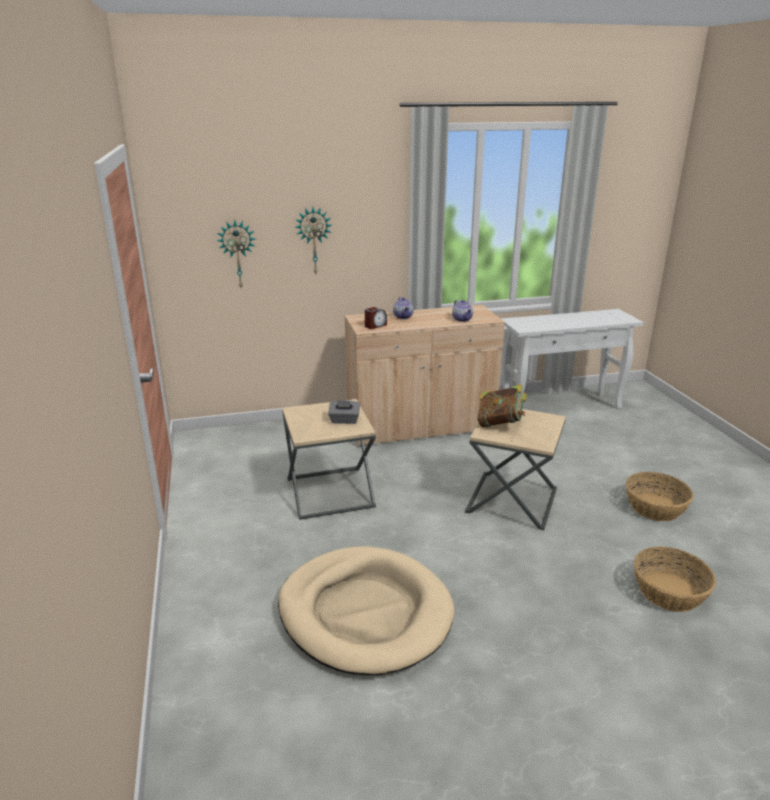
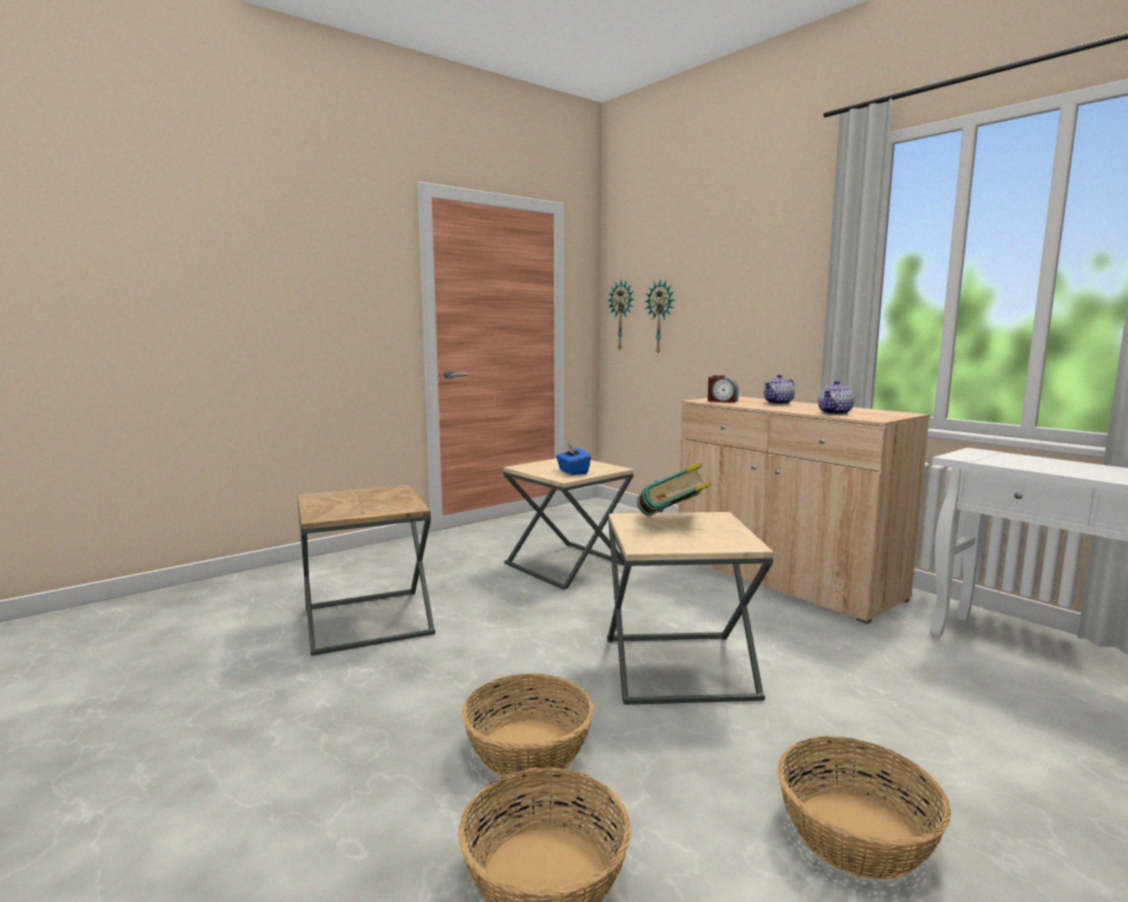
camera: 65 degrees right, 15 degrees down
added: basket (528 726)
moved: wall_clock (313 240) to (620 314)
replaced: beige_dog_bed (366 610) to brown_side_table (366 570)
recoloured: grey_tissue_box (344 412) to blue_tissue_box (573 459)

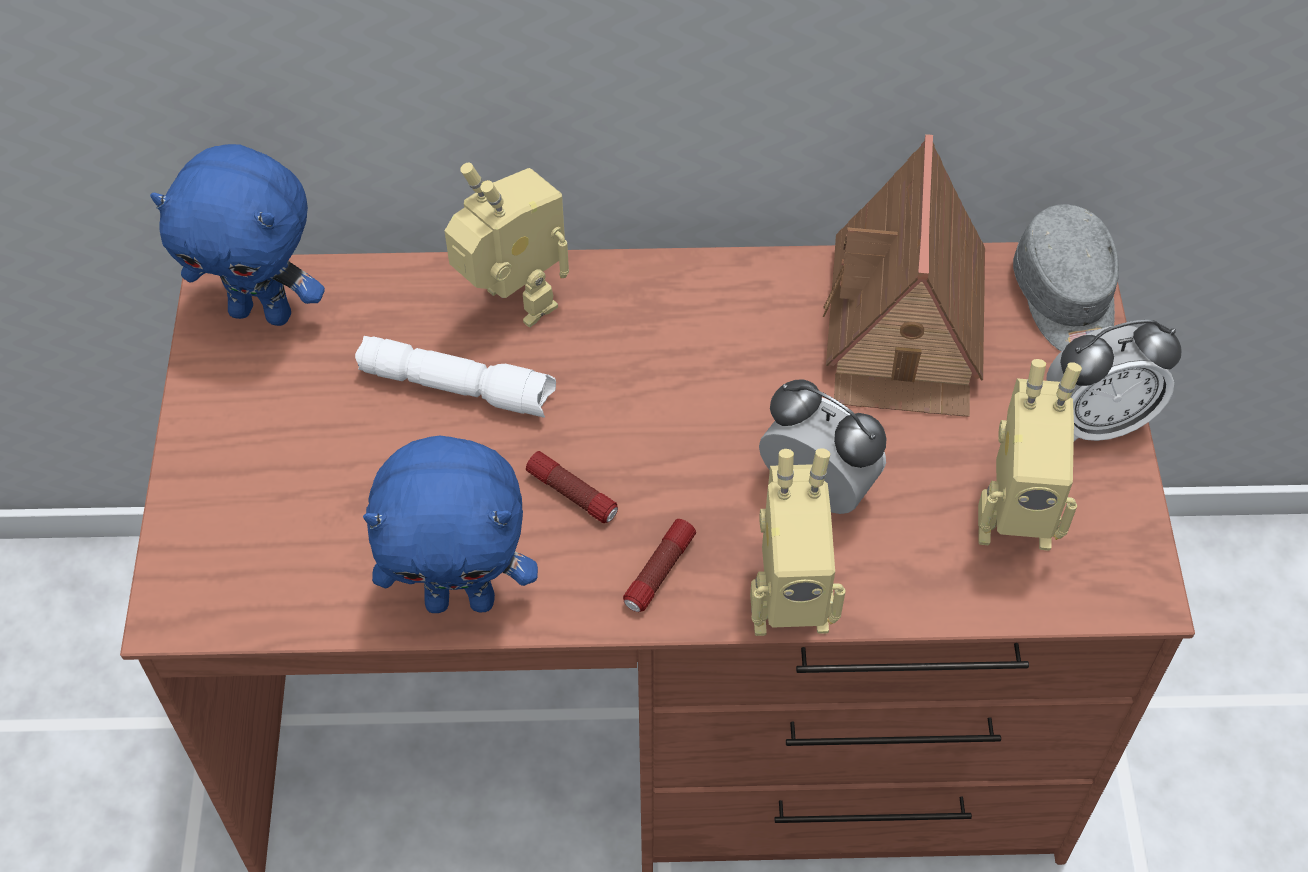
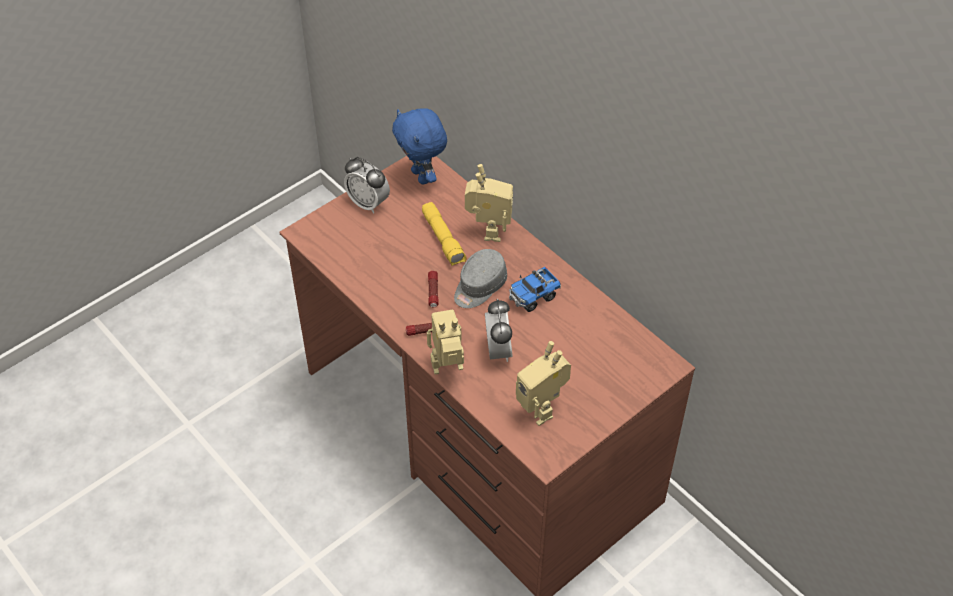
camera: 50 degrees right, 5 degrees down
removed: blue_plush_toy (450 524); toy_house (904 275)
added: toy_truck (535 289)
moved: grey_cap (1066 277) to (480 278); alarm_clock (1114 380) to (367 185)
recoloured: white_flashlight (455 377) to yellow_flashlight (444 234)
turned: toy_robot (798 542) = (445 342) 120 degrees clockwise

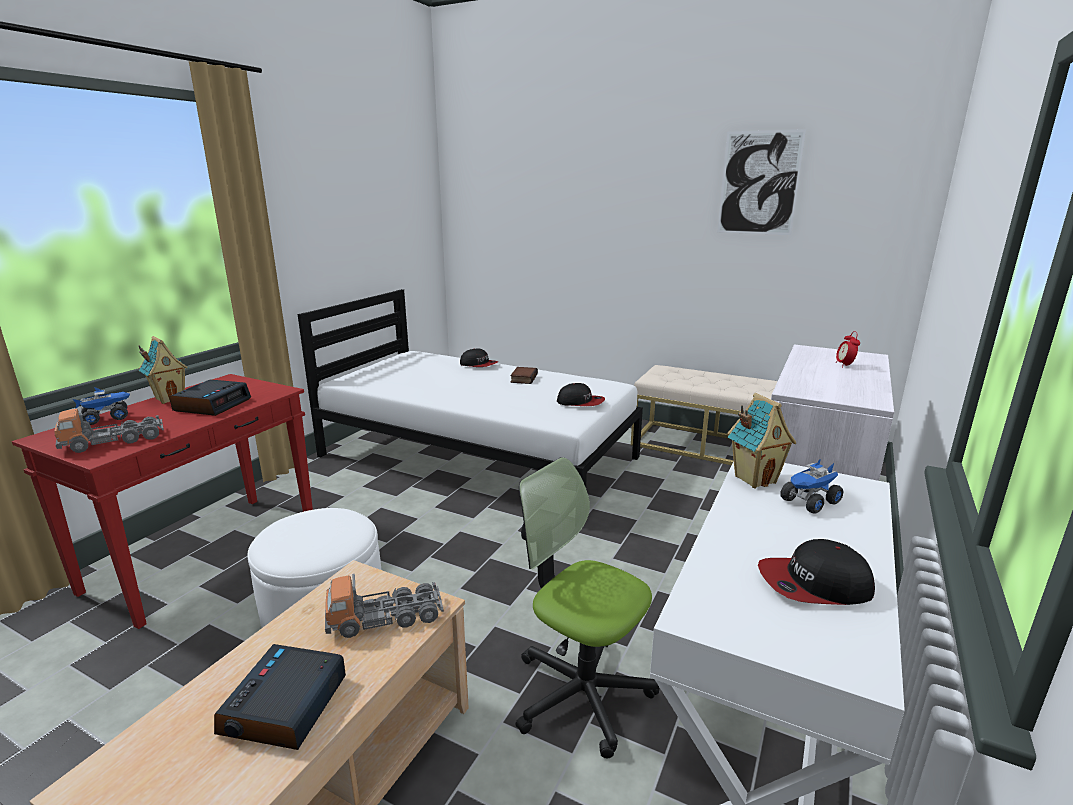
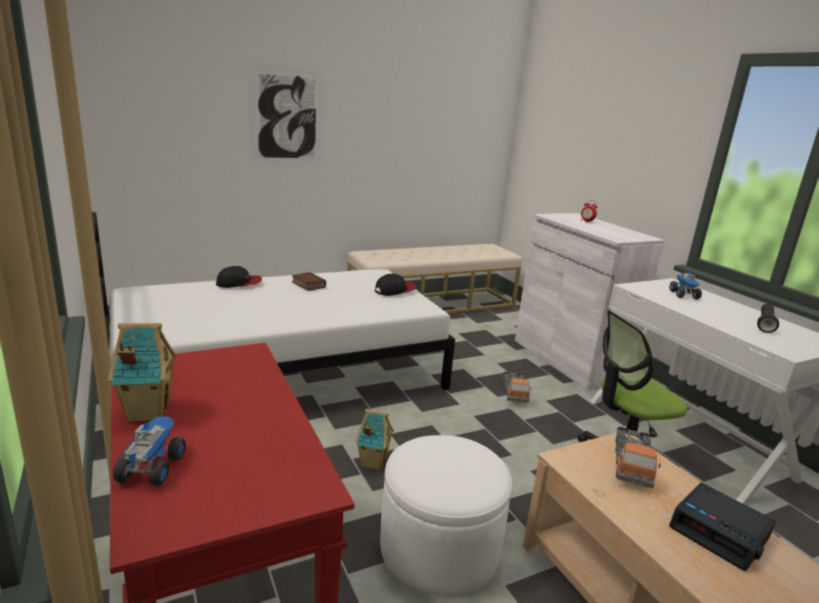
camera: 55 degrees left, 0 degrees up
removed: alarm_clock (210 398)
moved: toy_truck (109 430) to (517 386); picture (761 182) to (286 115); toy_house (762 441) to (374 439)
replaced: cap (816 572) to black_flashlight (768 318)

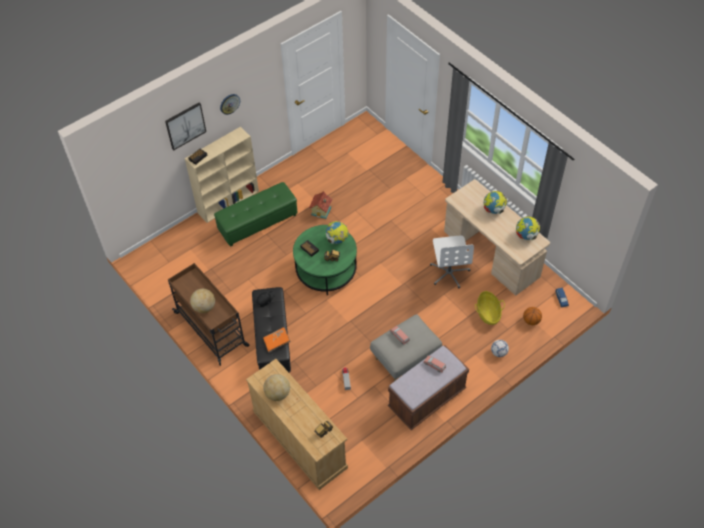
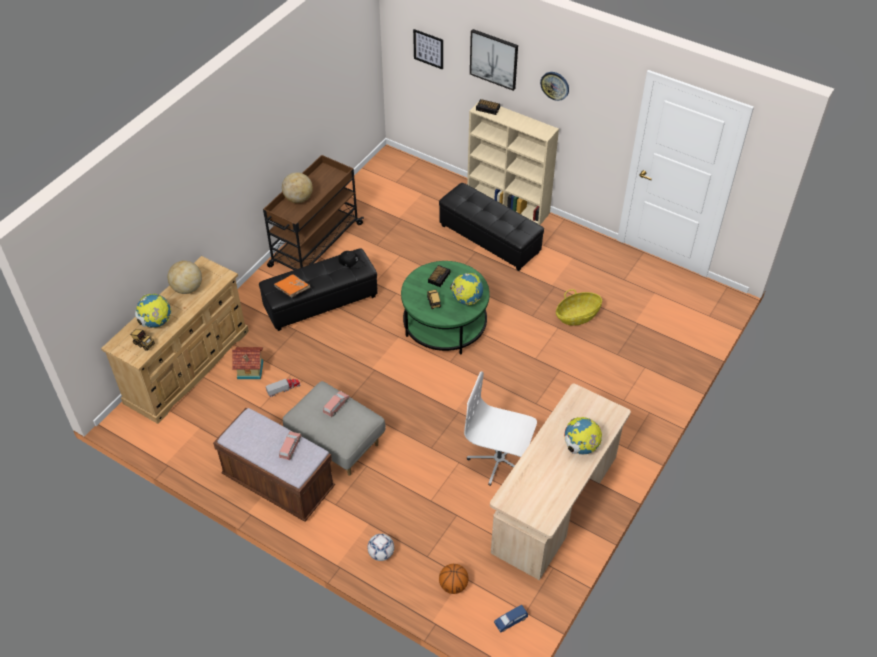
camera: 70 degrees right, 5 degrees down
added: picture (428 49)
moved: toy_house (320 205) to (247 363); basket (490 308) to (579 307); globe (528 228) to (153 311)
recoloured: green_ottoman (255 214) to black_ottoman (491 227)
turned: white_office_chair (452 261) = (500 428) 45 degrees clockwise

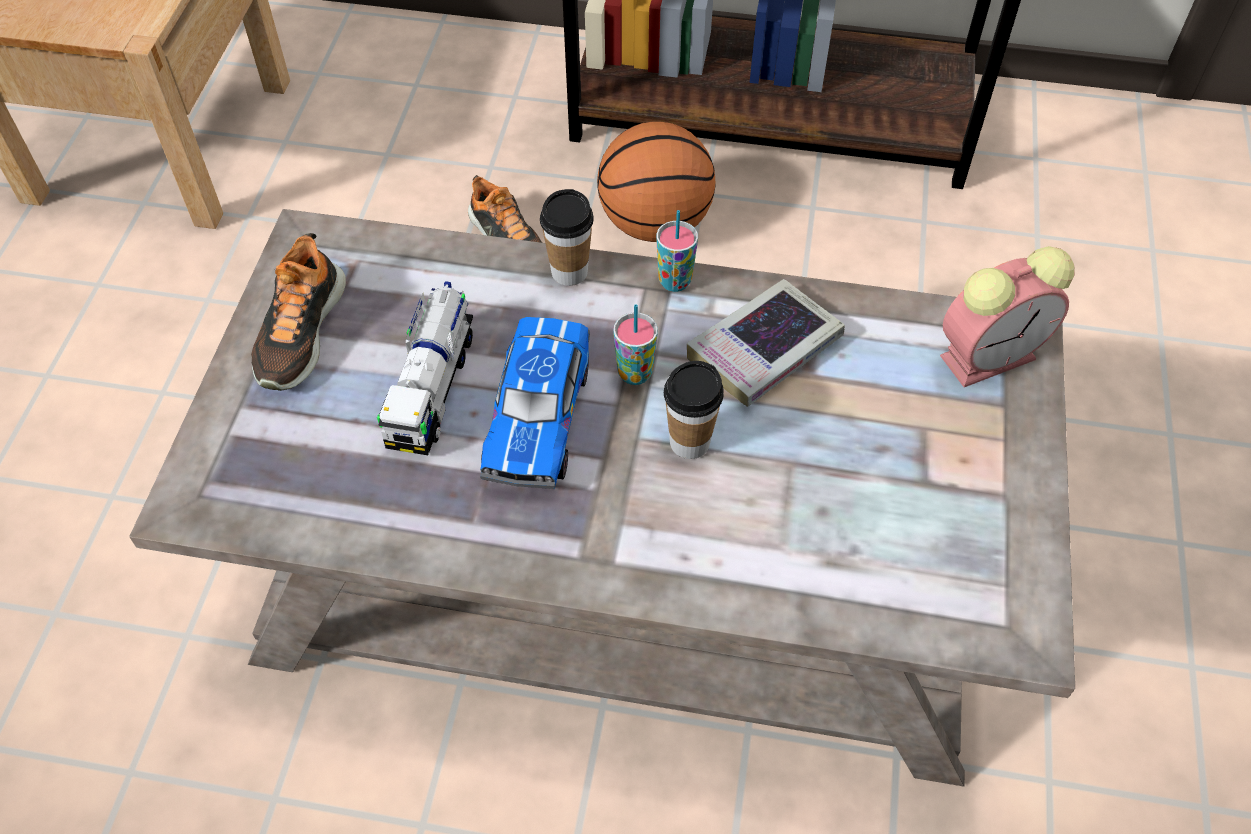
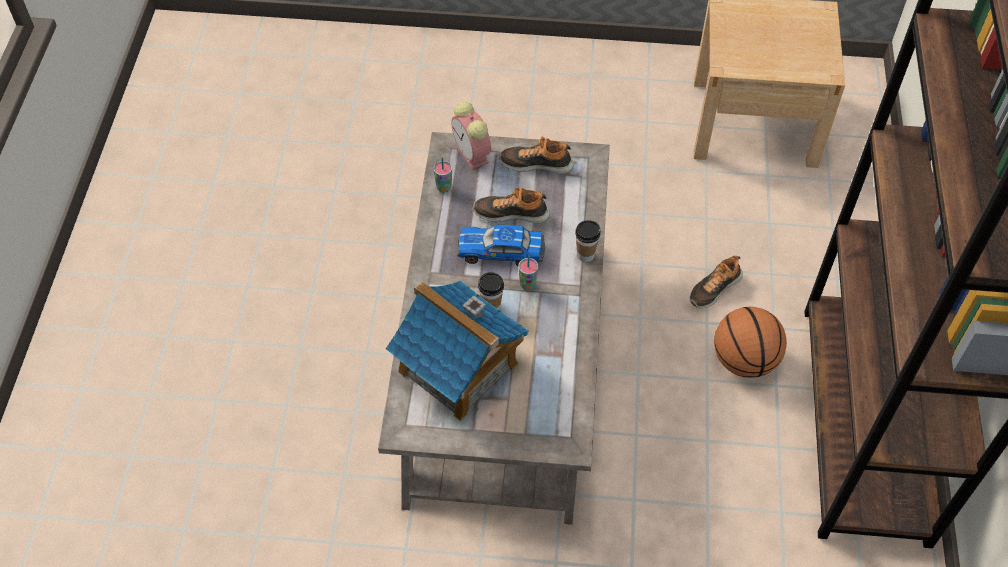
camera: 85 degrees right, 0 degrees up
removed: book (766 343)
added: toy_house (457 351)
moved: cup (677 251) to (442 175); alarm_clock (1007 316) to (471 135)
replaced: toy_truck (425 368) to shoe (511 204)

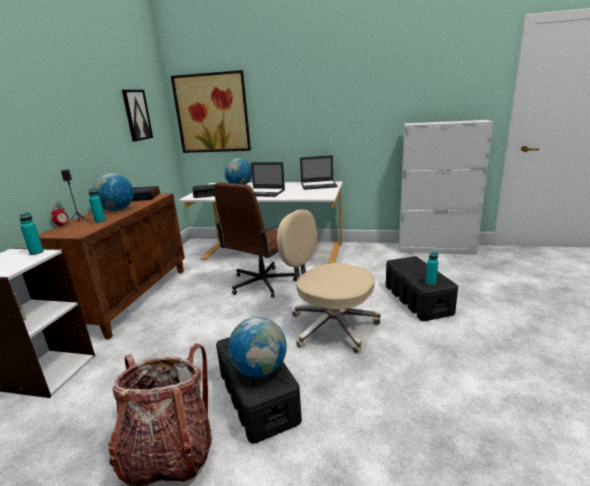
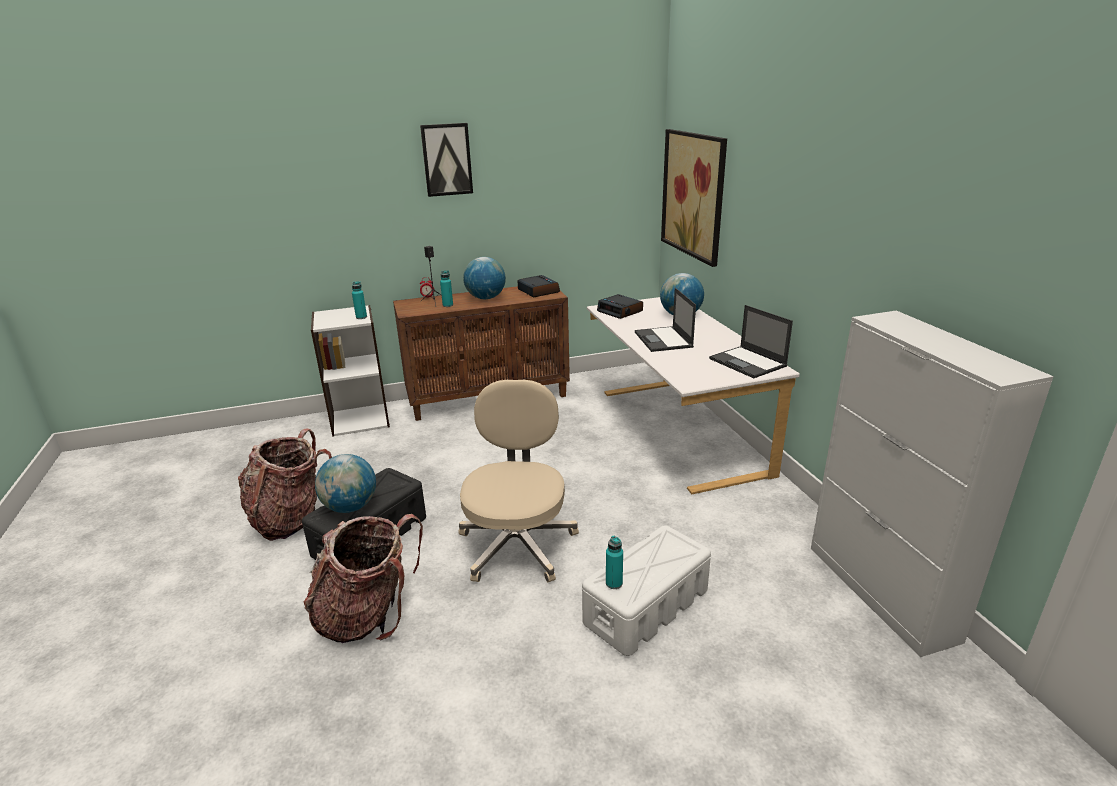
camera: 60 degrees right, 5 degrees up
removed: brown_office_chair (255 240)
added: backpack (363 578)
moved: picture (137 115) to (446 160)
recoloured: black_storage_box (422 288) to white_storage_box (646 590)

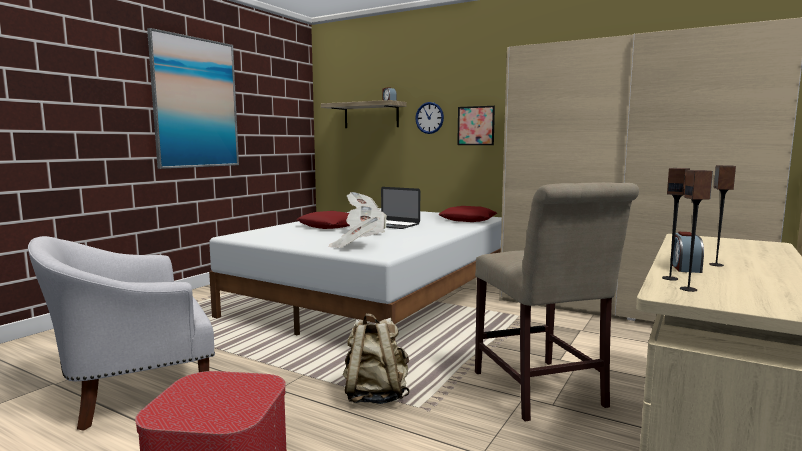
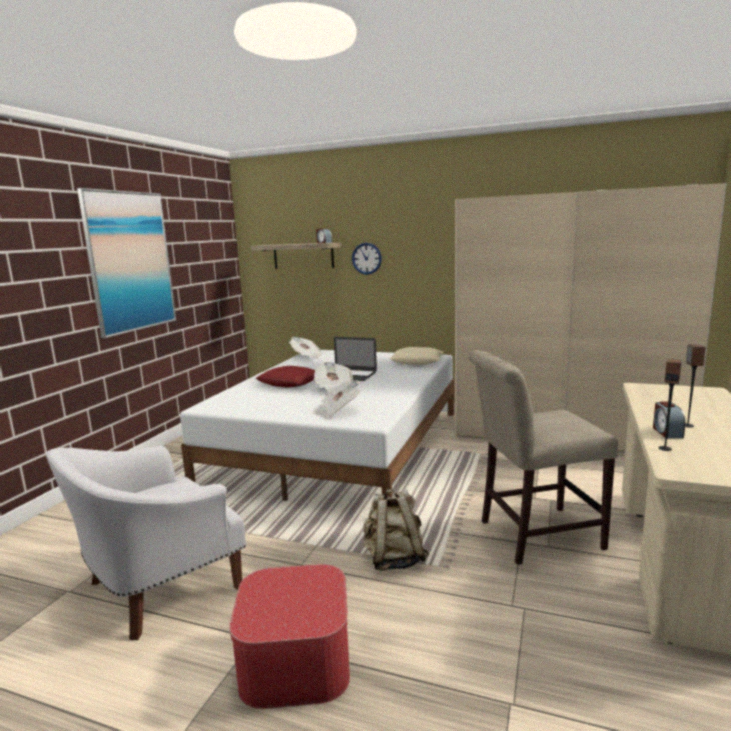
camera: 10 degrees left, 5 degrees up
removed: picture (476 125); speaker (696 231)
recoloured: red_pillow (467 214) to beige_pillow (417 356)
turned: beige_chair (557 302) = (543 457) 105 degrees clockwise

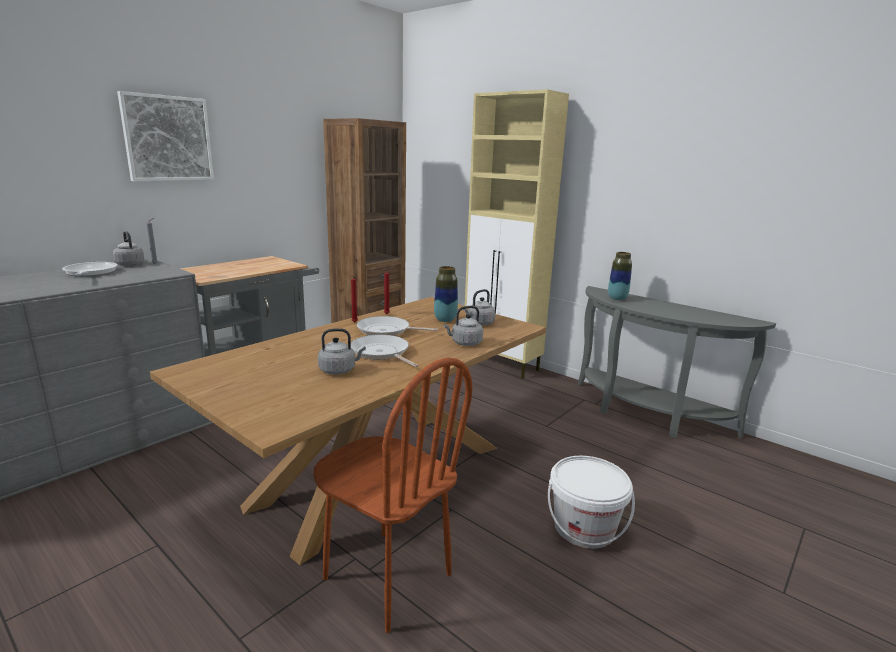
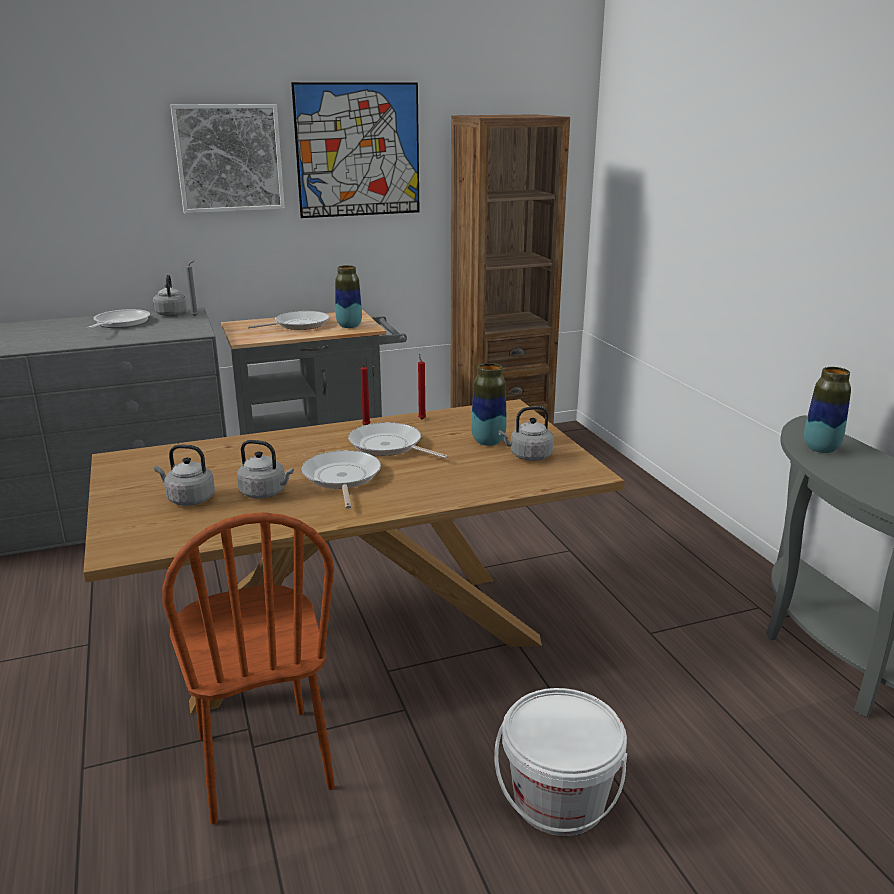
camera: 30 degrees right, 5 degrees up
removed: beige_cabinet (517 234)
added: frying_pan (288 320); picture (355 150); vase (348 296)
moved: grey_kettle (463 326) to (184 475)

